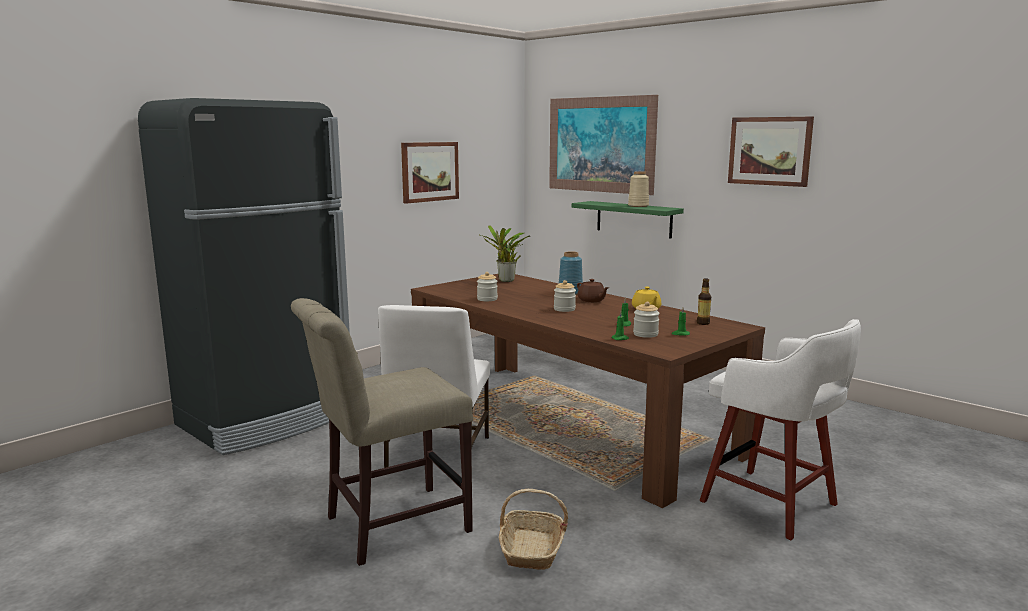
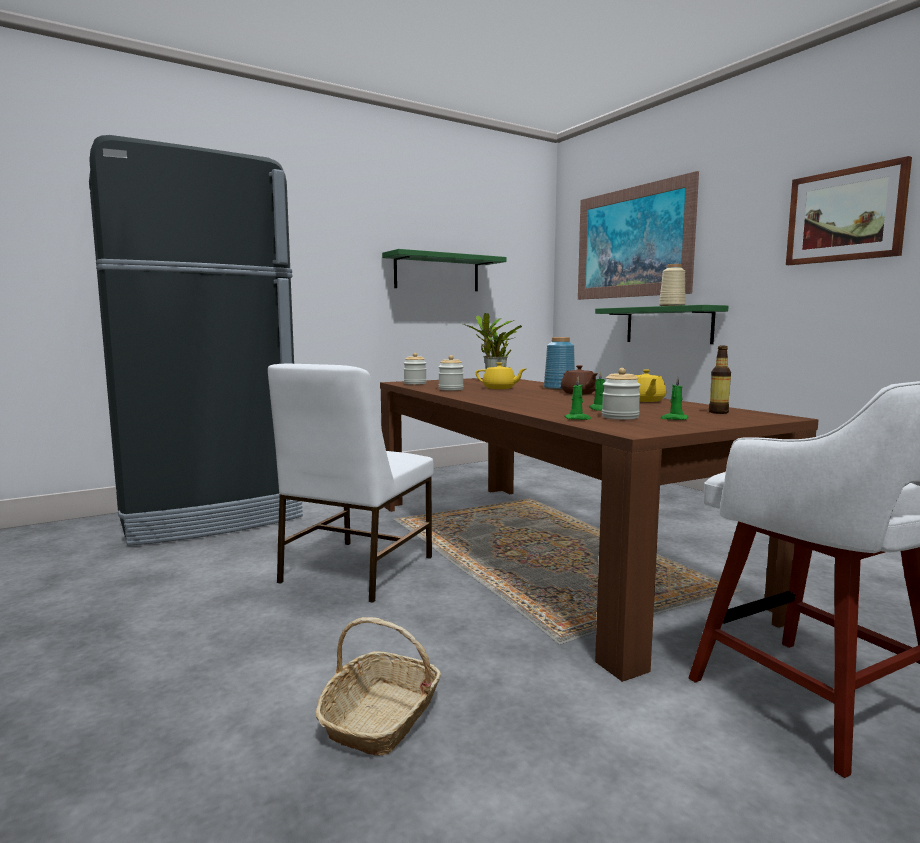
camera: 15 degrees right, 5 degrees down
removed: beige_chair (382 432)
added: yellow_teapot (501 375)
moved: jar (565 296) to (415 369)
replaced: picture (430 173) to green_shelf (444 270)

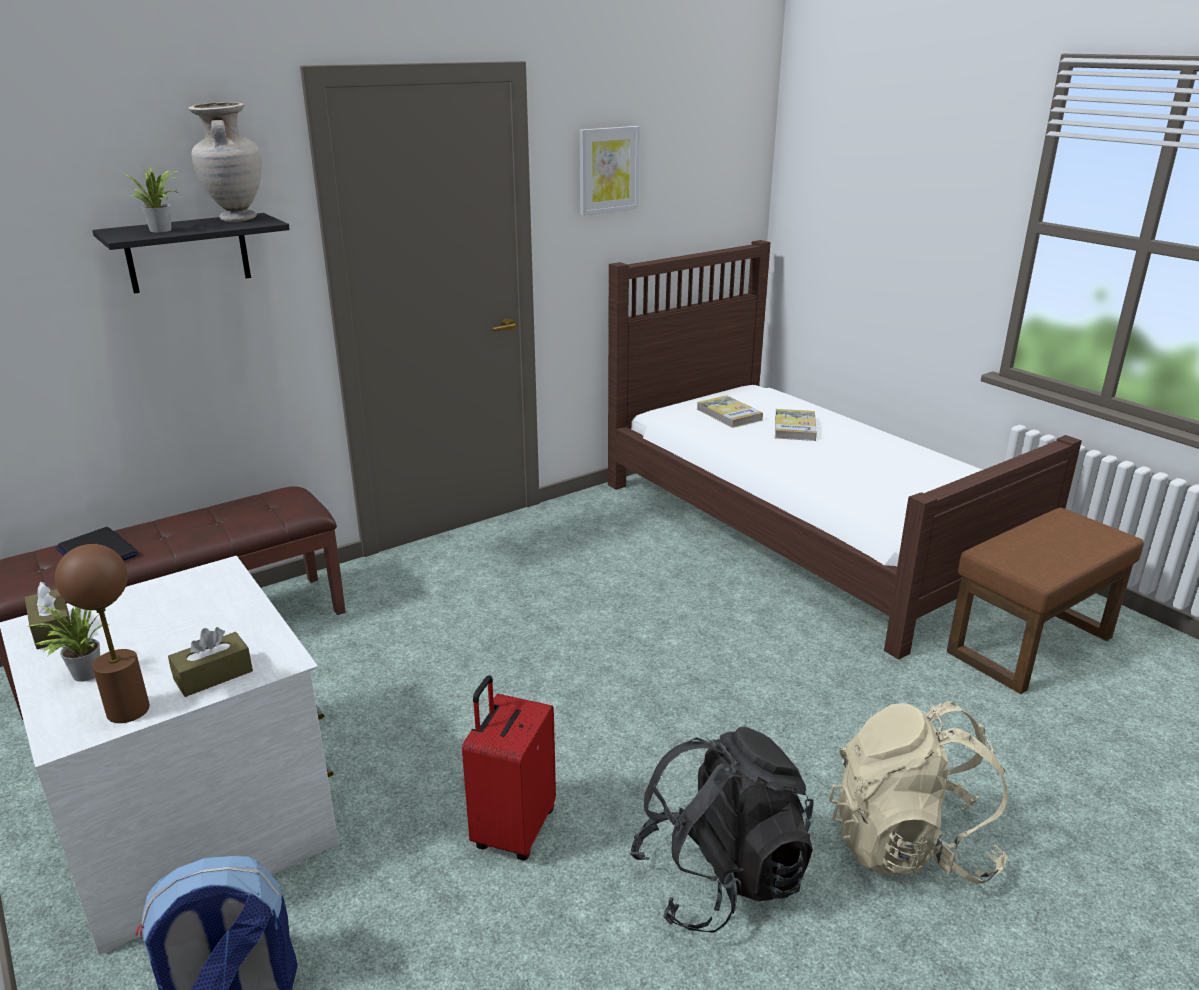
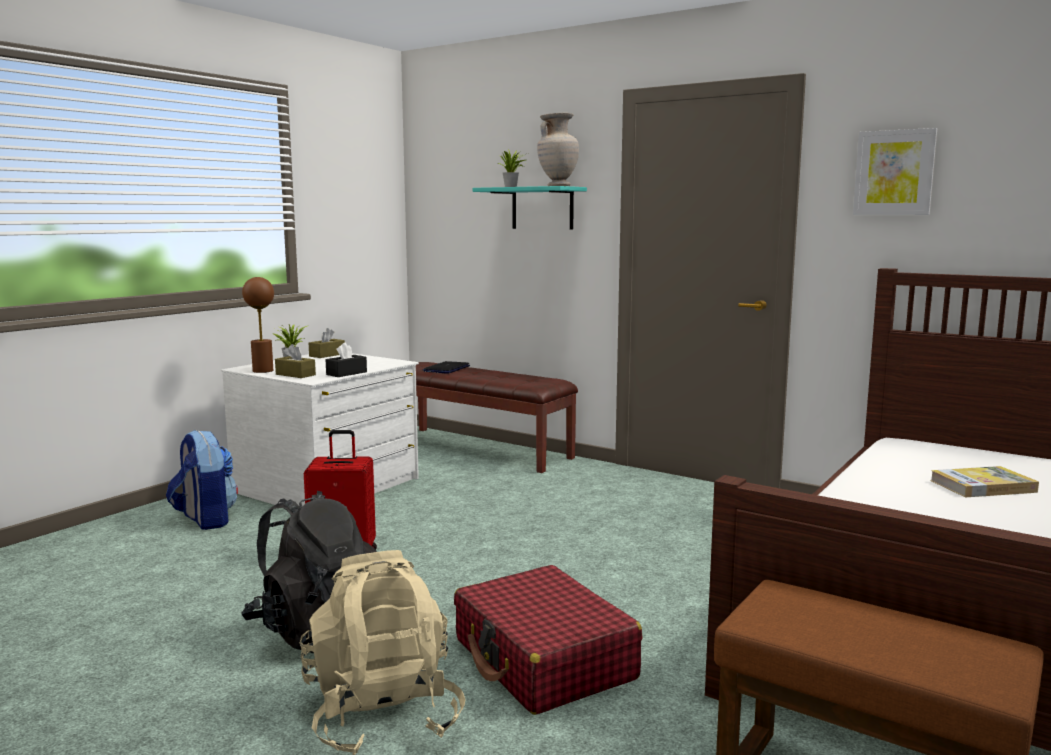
camera: 70 degrees right, 15 degrees down
removed: book (730 411)
added: black_tissue_box (346 360); red_suitcase (548 640)
recoloured: black_shelf (191 253) to turquoise_shelf (529 207)

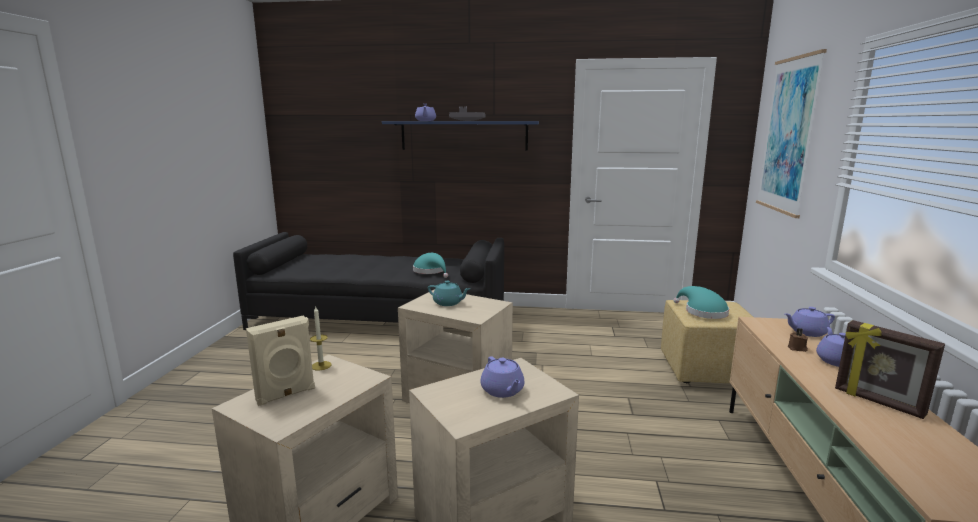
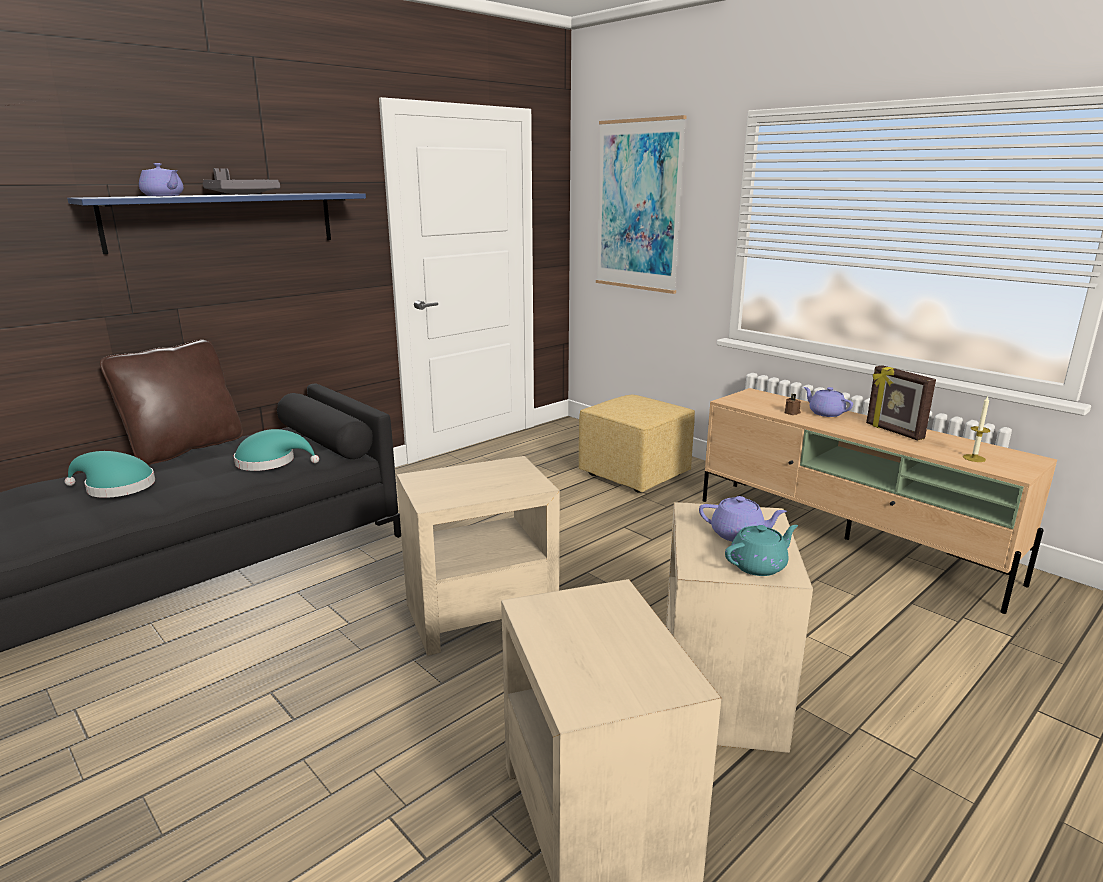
camera: 50 degrees left, 5 degrees up
removed: beige_speaker (280 361); purple_teapot (810 322)
added: brown_pillow (171 403)
moved: candle (320 338) to (976 429); turquoise_teapot (449 293) to (761 550); turquoise_hat (701 302) to (110 474)
turned: picture_frame (890 369) = (901 403) 60 degrees clockwise

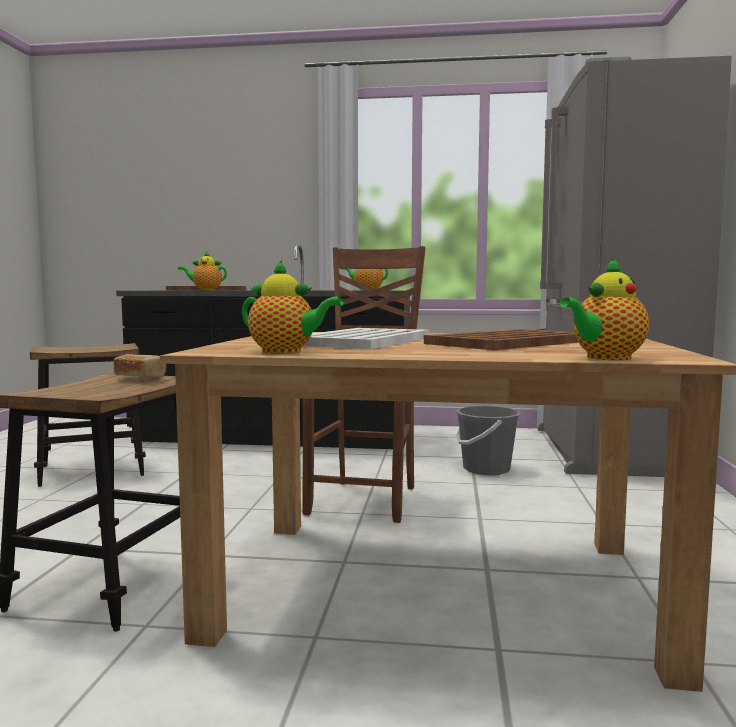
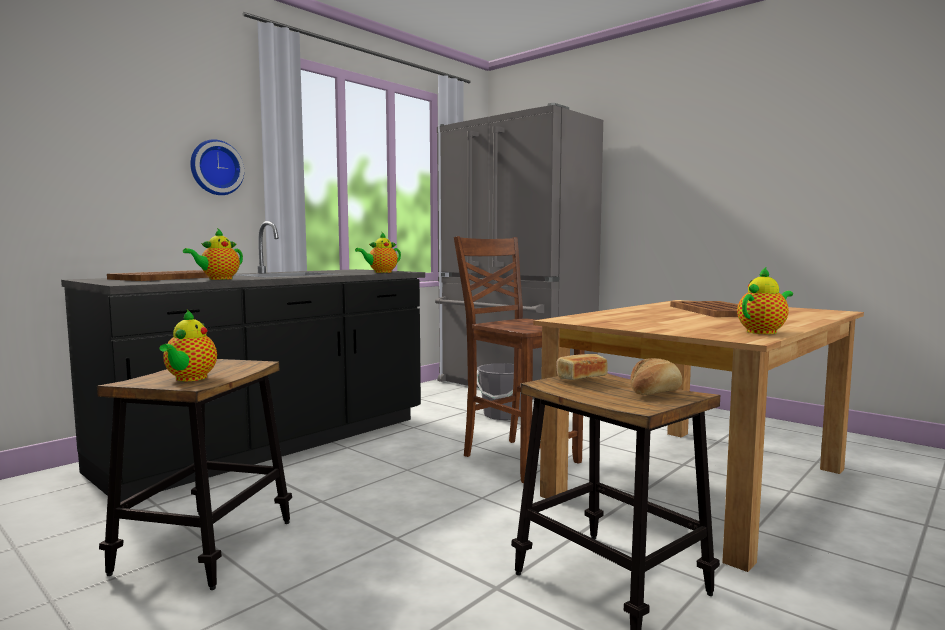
camera: 55 degrees left, 0 degrees up
removed: white_tray (366 338)
added: wall_clock (217 167); bread (656 376)
moved: teapot (604 308) to (188 345)

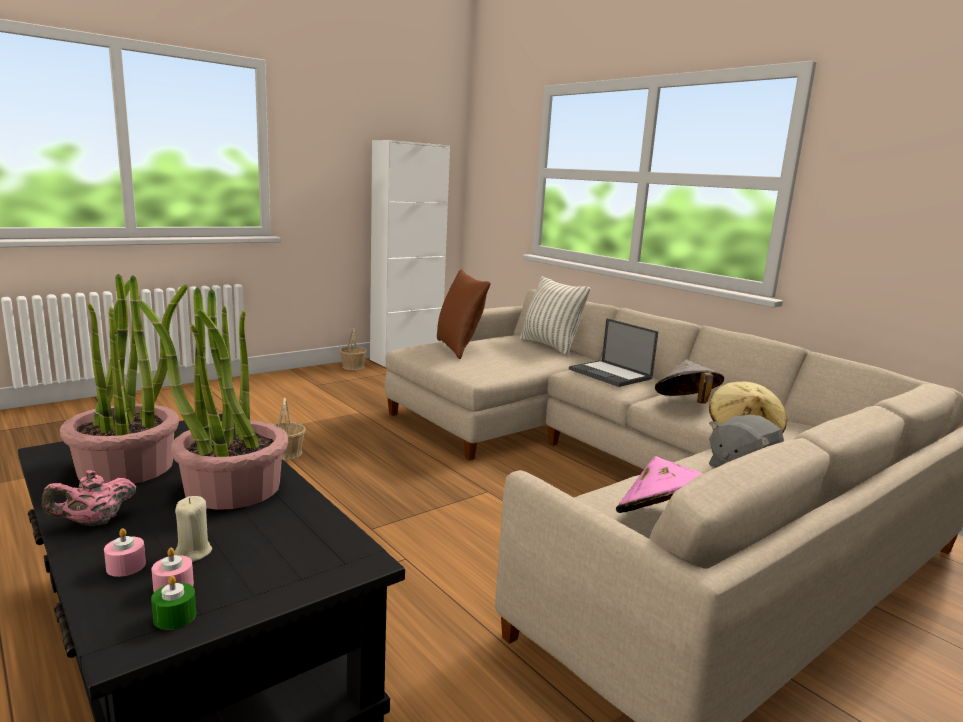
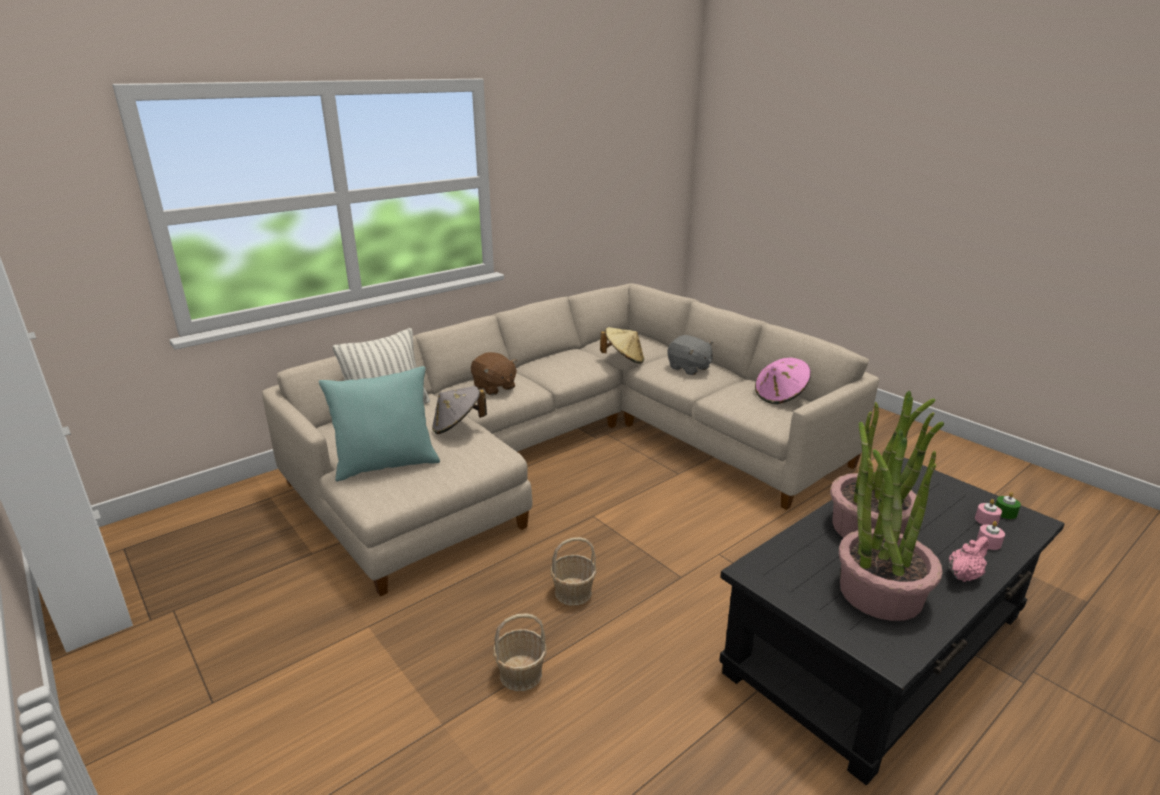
camera: 90 degrees left, 10 degrees up
removed: beige_candle (193 529)
moved: basket (353 349) to (573 571); grey_hat (689 382) to (459 410)
replaced: laptop (614 352) to brown_plush_toy (494 373)
recoloured: brown_pillow (463 314) to turquoise_pillow (379 423)
turned: pink_teapot (89 498) = (968 559) 90 degrees counterclockwise

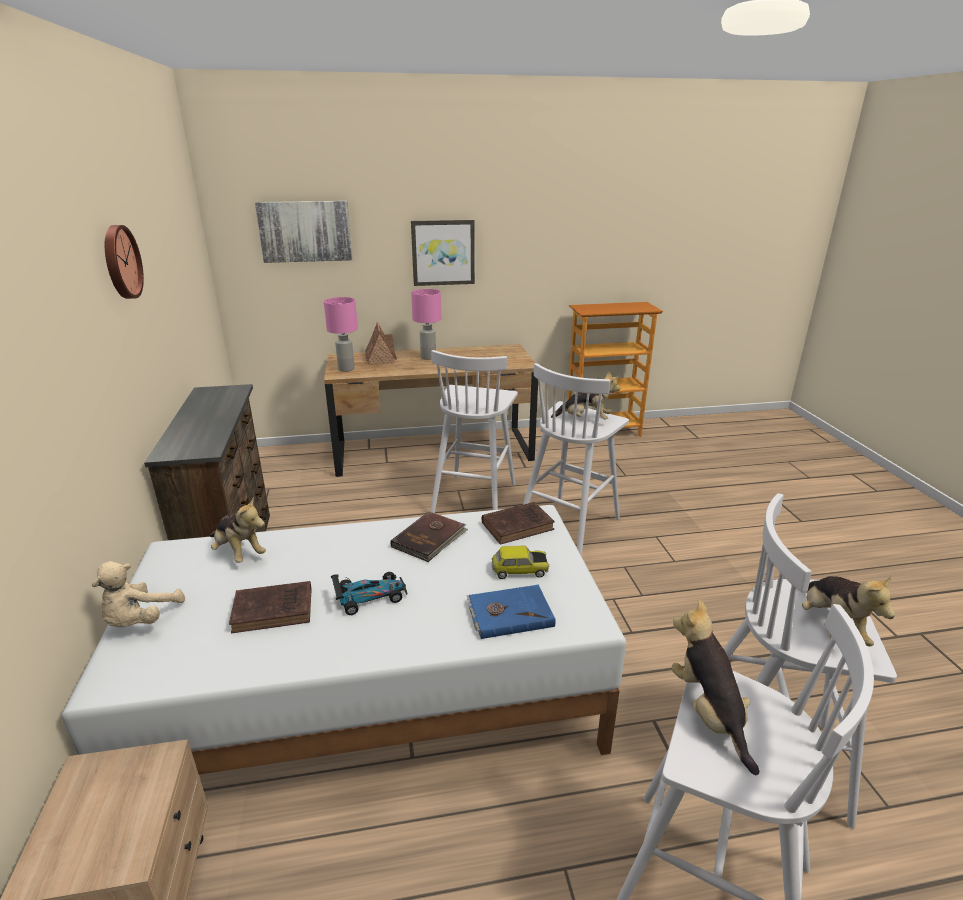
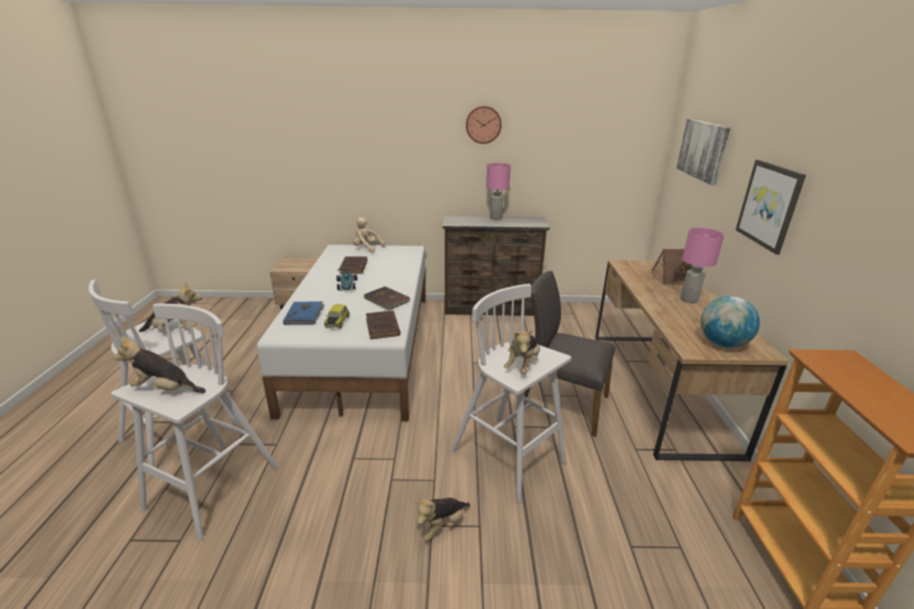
camera: 100 degrees right, 0 degrees up
added: globe (730 322)
moved: plush_toy (238 530) to (442 519); pink_table_lamp (341 334) to (498 191)
replaced: white_stool (474 431) to grey_chair (569 354)

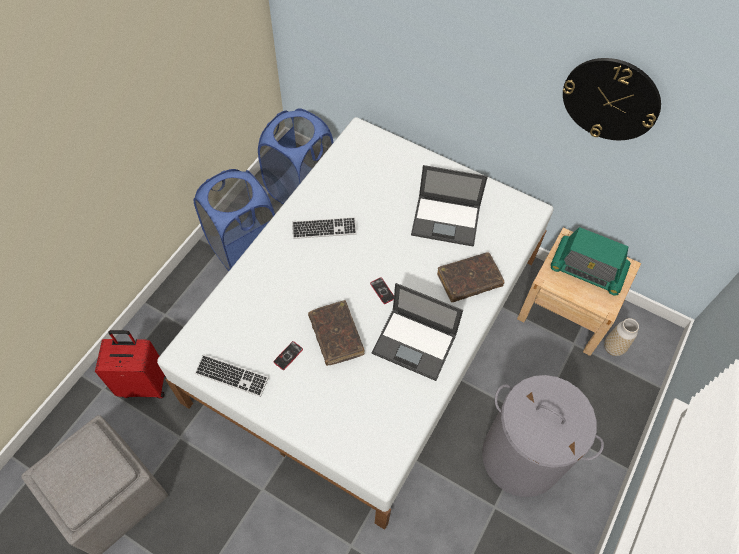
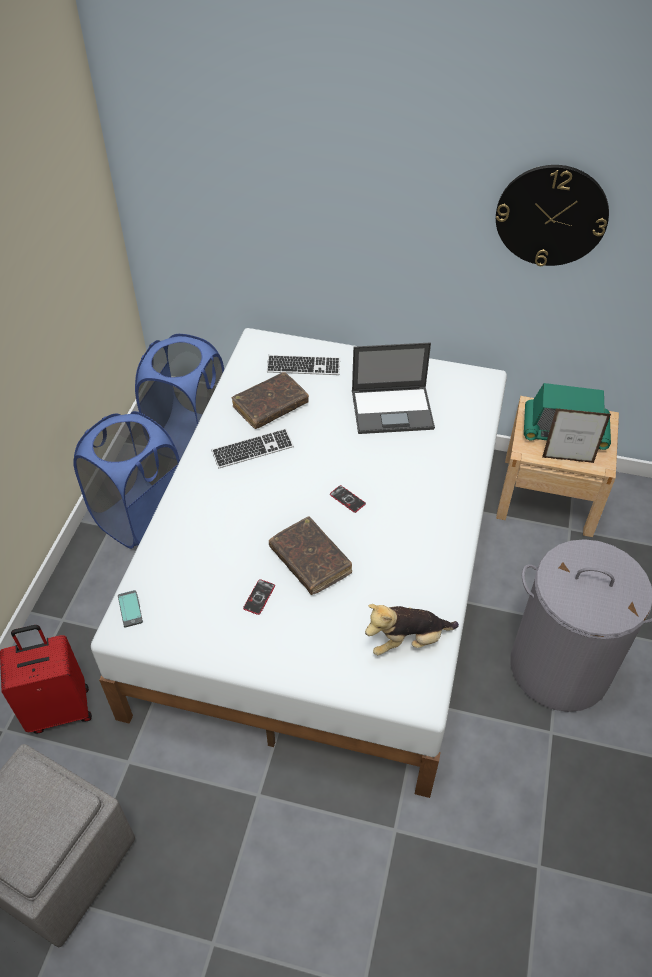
camera: 15 degrees left, 10 degrees down
removed: laptop (417 332); vase (621 337)
added: phone (130 608); plush_toy (412 629); picture_frame (576 435)
moved: keyboard (232 375) to (303 365); brown_book (471 277) to (270 400)

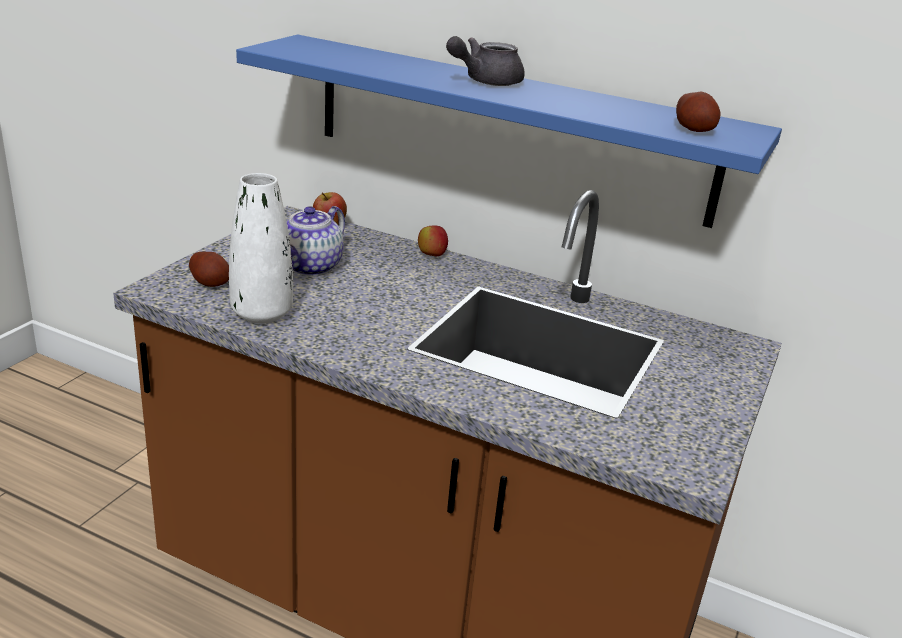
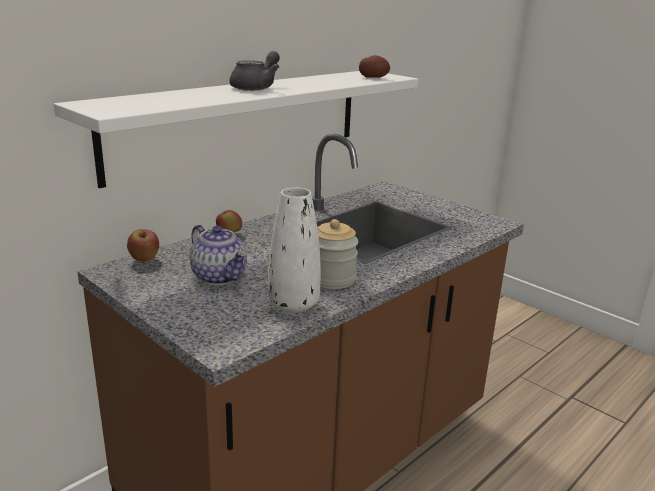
camera: 70 degrees left, 5 degrees down
removed: potato (209 269)
added: jar (337 254)
recoloured: blue_shelf (509 131) to white_shelf (236 129)
turned: grey_teapot (485 61) = (254 71) 135 degrees counterclockwise

